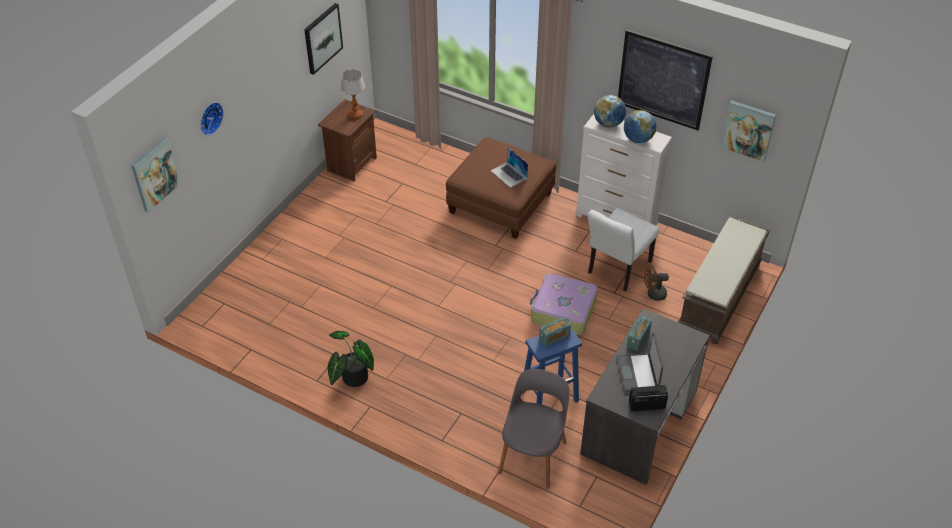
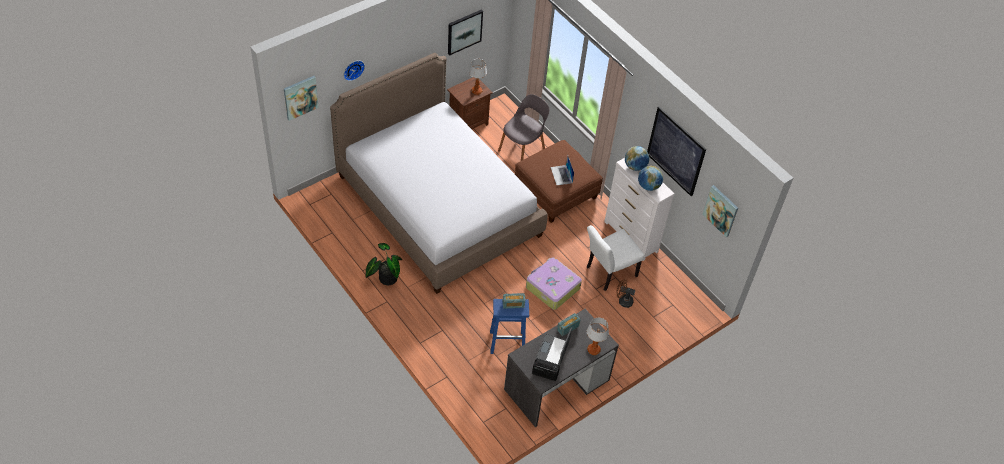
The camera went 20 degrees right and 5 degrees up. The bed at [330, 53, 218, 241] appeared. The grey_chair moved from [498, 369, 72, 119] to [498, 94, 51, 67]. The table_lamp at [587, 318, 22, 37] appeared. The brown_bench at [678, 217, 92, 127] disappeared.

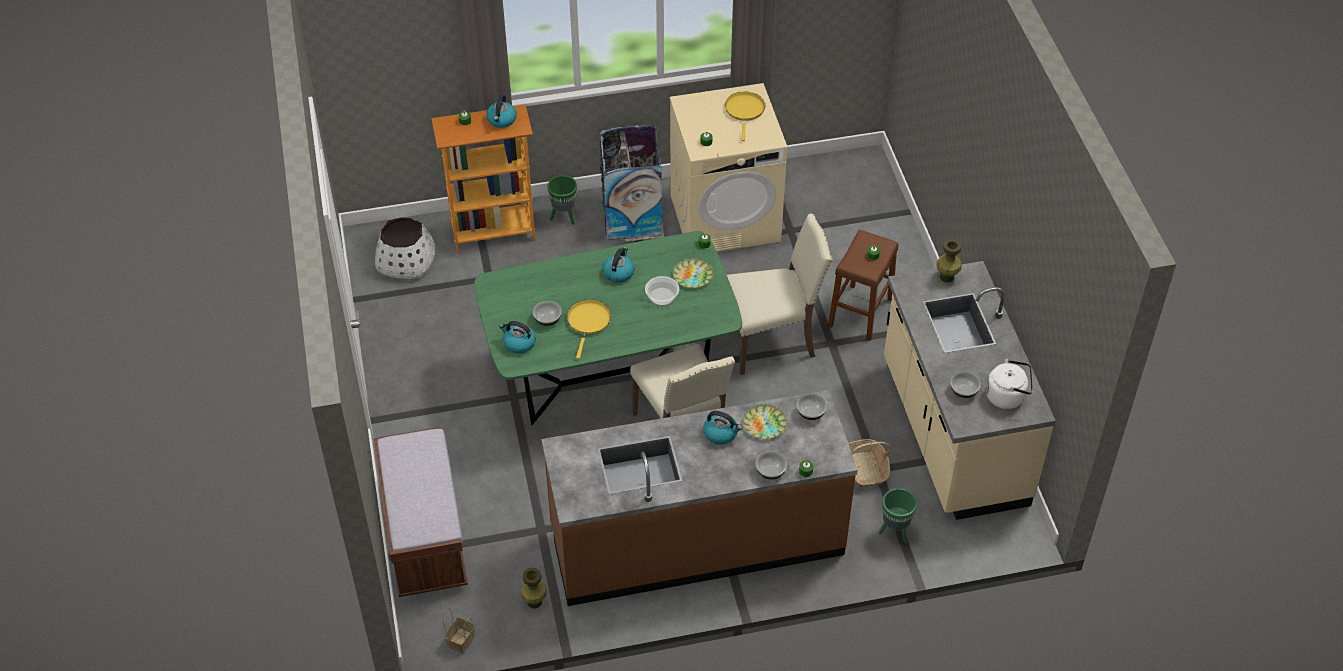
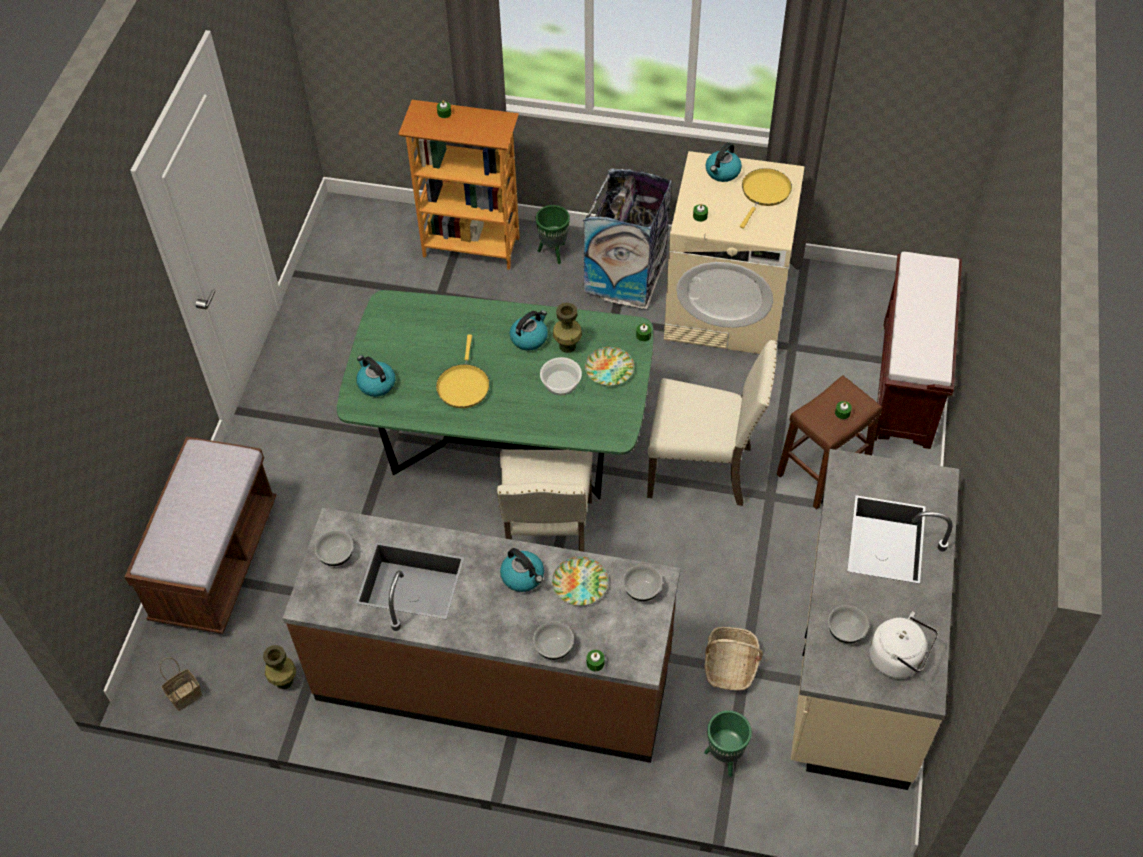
The camera went 25 degrees right and 5 degrees up. The bowl moved from [533, 301, 29, 25] to [315, 530, 39, 36]. The yellow_frying_pan at [567, 300, 44, 59] turned 150 degrees clockwise. The green_vase moved from [936, 239, 26, 43] to [553, 303, 29, 50]. The kettle moved from [486, 95, 31, 33] to [706, 143, 36, 39]. The brown_bench at [875, 252, 87, 197] appeared. The white_planter at [375, 217, 60, 62] disappeared.

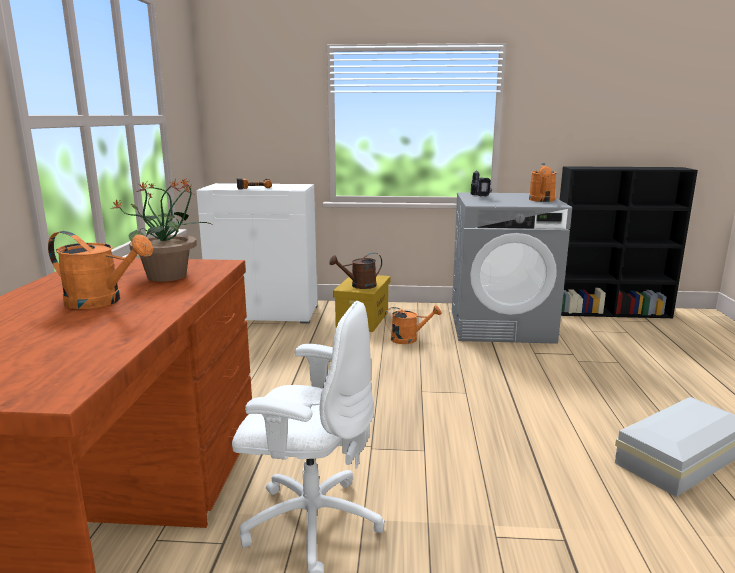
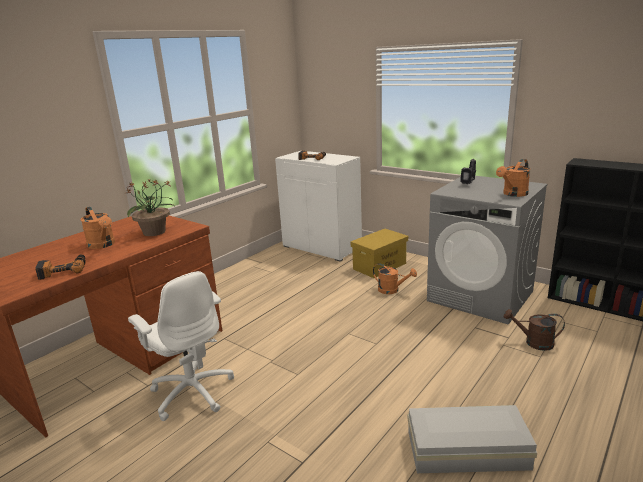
The camera went 35 degrees right and 5 degrees up. The power_drill at [35, 254, 51, 26] appeared. The brown_watering_can moved from [330, 253, 52, 36] to [504, 309, 61, 42].

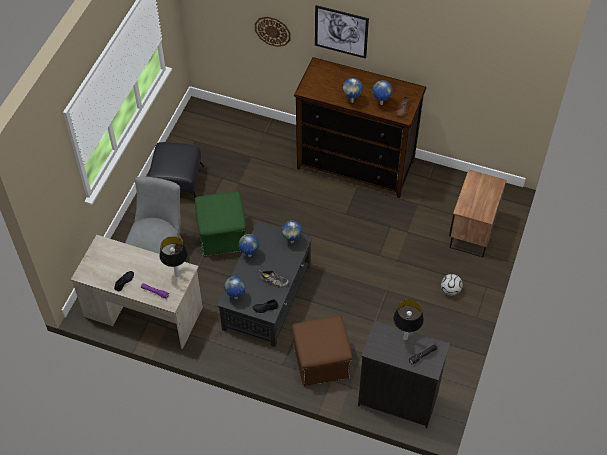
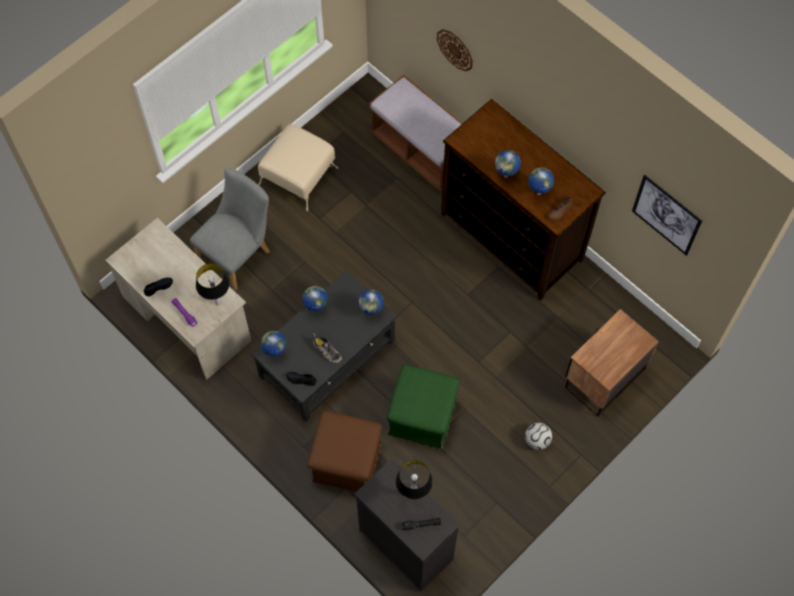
The camera went 25 degrees right and 10 degrees up. The black_ottoman at [148, 142, 56, 55] became the beige_ottoman at [258, 124, 81, 87]. The brown_bench at [369, 75, 94, 117] appeared. The green_ottoman moved from [195, 191, 51, 65] to [387, 365, 73, 85]. The picture moved from [315, 5, 54, 54] to [632, 174, 70, 82].

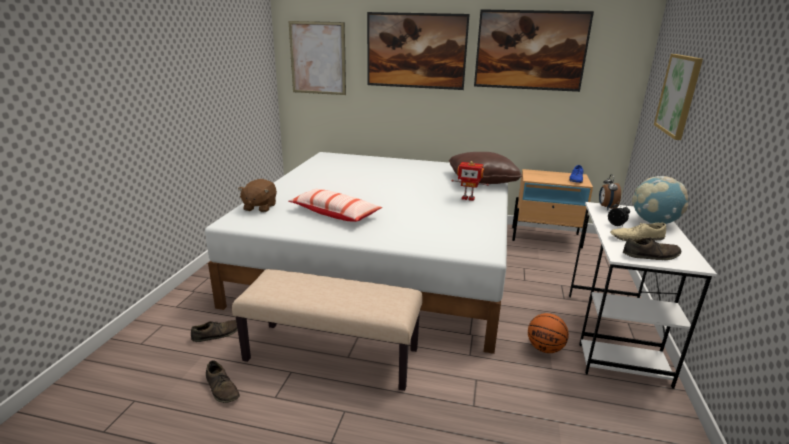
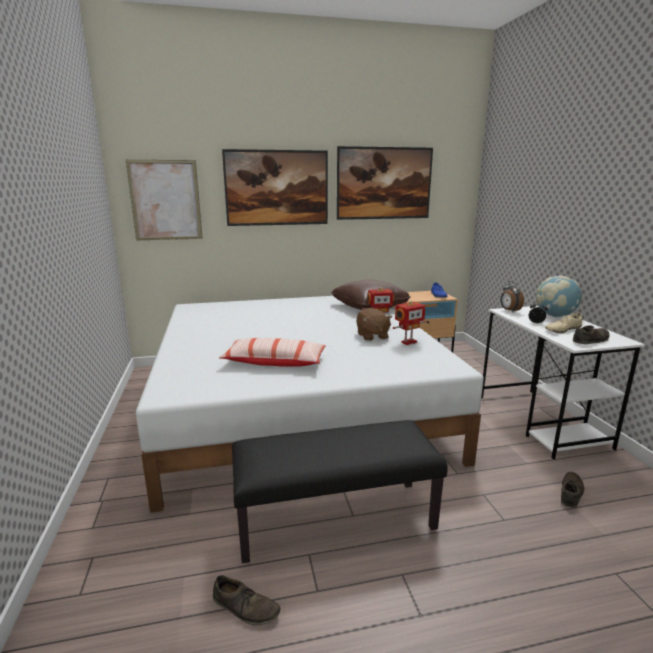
The camera went 25 degrees left and 5 degrees down. The beige_bench at [232, 269, 191, 122] became the black_bench at [232, 420, 216, 143]. The brown_plush_toy moved from [238, 179, 39, 33] to [356, 308, 36, 33]. The toy_robot at [393, 301, 32, 44] appeared. The brown_shoe moved from [191, 320, 47, 22] to [561, 472, 23, 36]. The basketball at [528, 313, 41, 40] disappeared. The picture at [654, 54, 49, 86] disappeared.

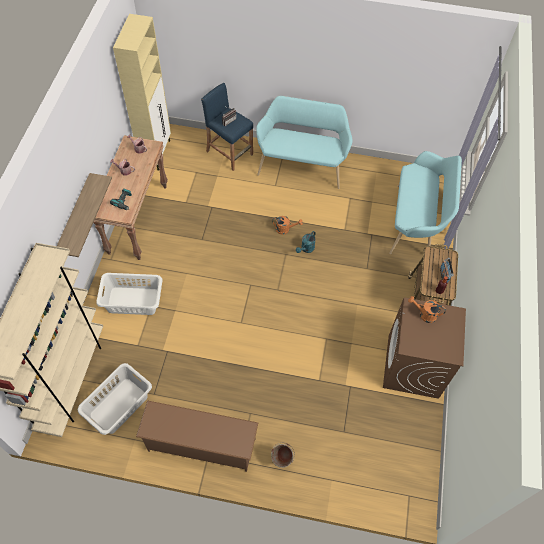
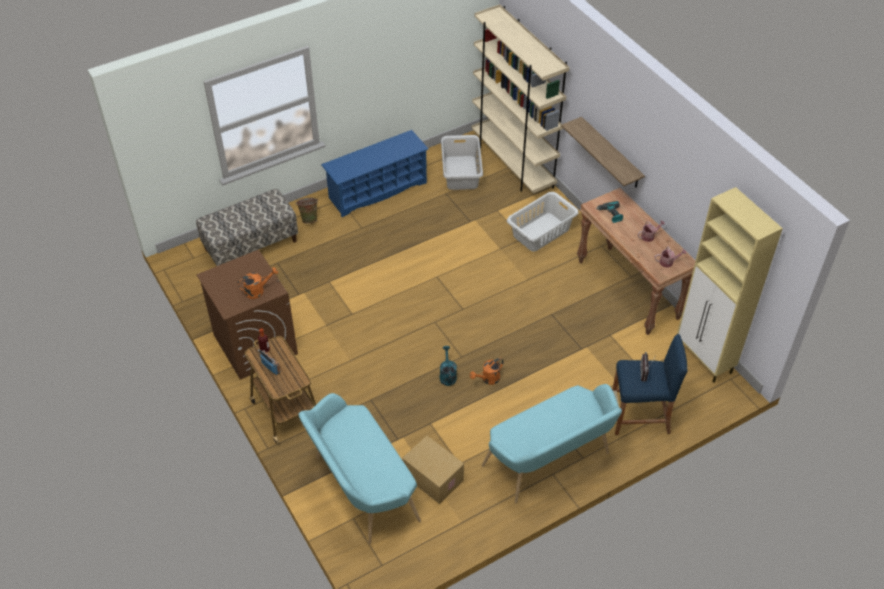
The camera went 140 degrees right and 10 degrees down. The bench at [196, 189, 102, 77] appeared. The brown_shoe_rack at [136, 400, 122, 72] became the blue_shoe_rack at [321, 130, 108, 87]. The cardboard_box at [402, 436, 62, 68] appeared.

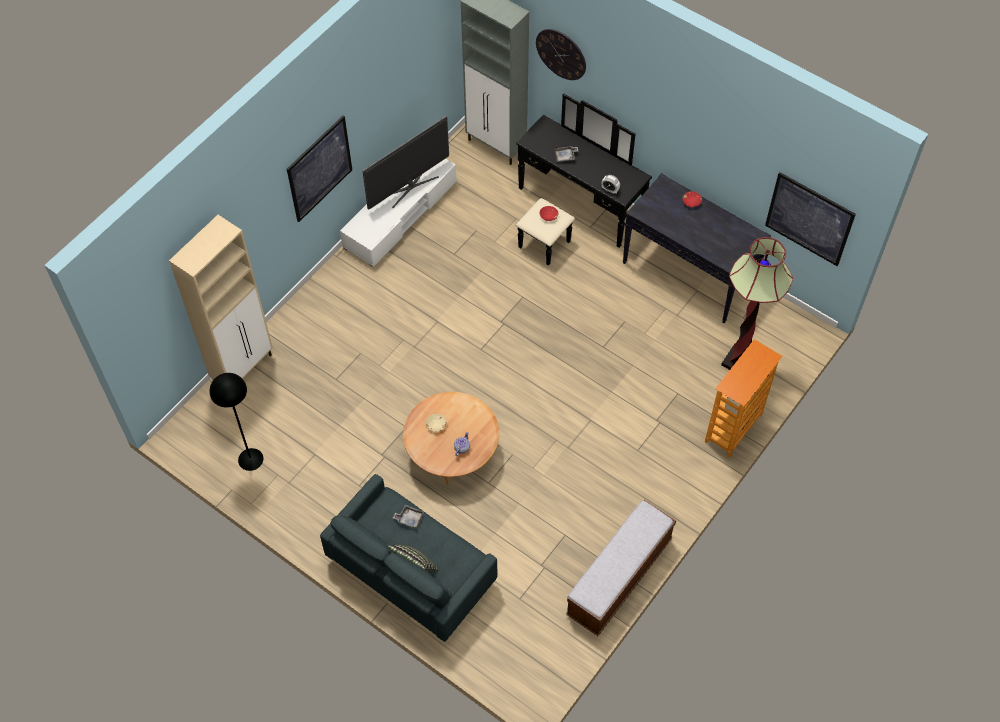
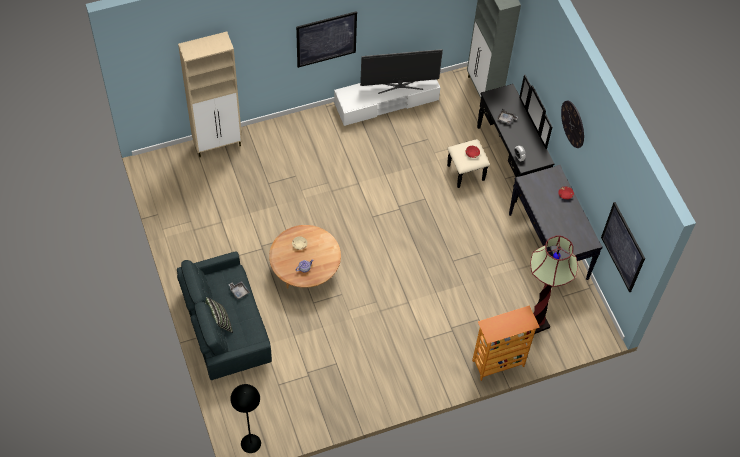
The camera went 30 degrees right and 0 degrees up. The black_floor_lamp moved from [209, 373, 54, 98] to [230, 384, 31, 69]. The wall_clock moved from [536, 29, 50, 51] to [561, 101, 23, 47]. The bench at [566, 500, 110, 136] disappeared.

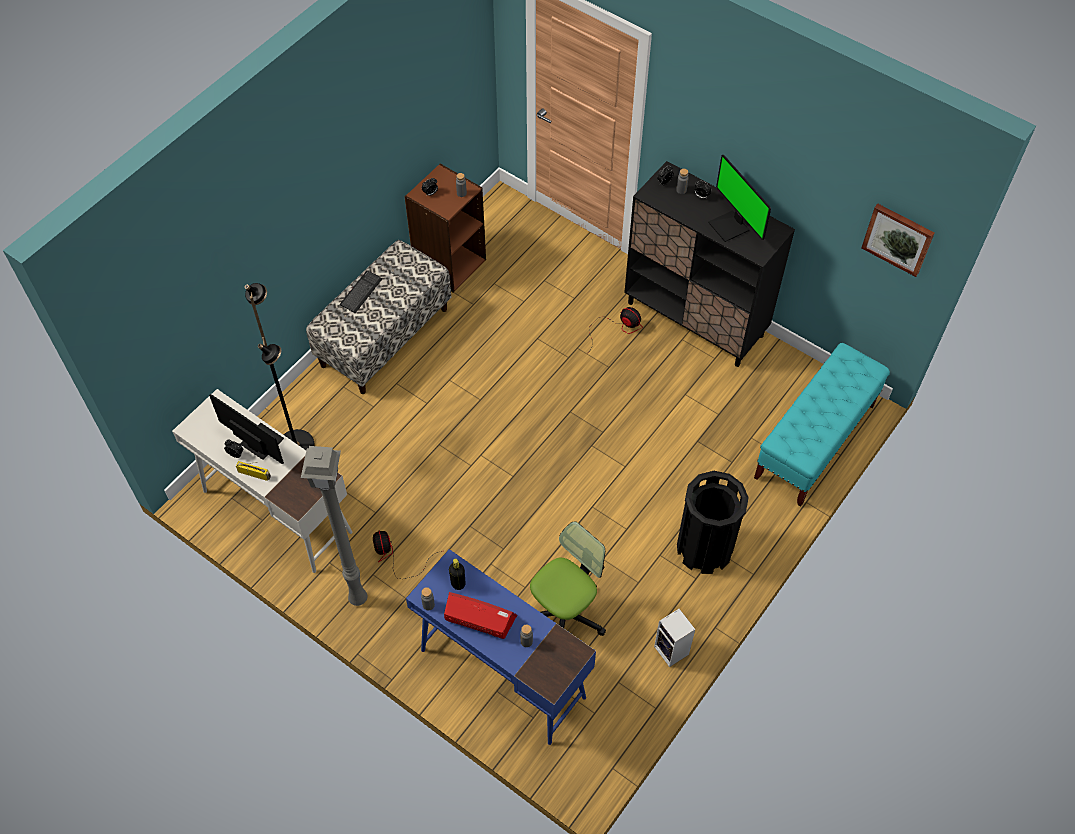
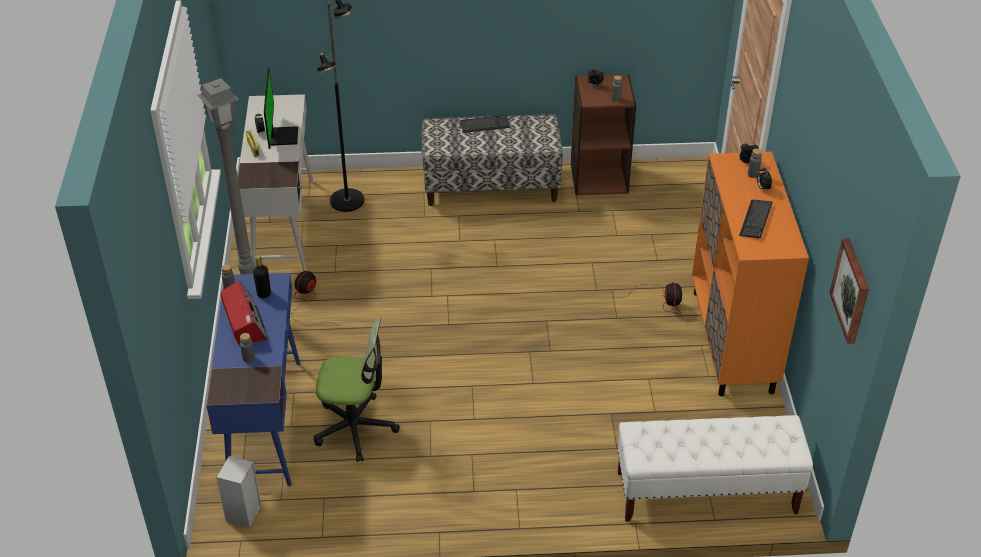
The camera went 50 degrees right and 15 degrees down. The speaker moved from [654, 609, 41, 58] to [216, 456, 45, 72]. The turquoise_bench at [754, 343, 136, 164] became the white_bench at [617, 415, 196, 107]. The black_cabinet at [624, 161, 171, 206] became the orange_cabinet at [692, 152, 117, 244]. The monitor at [708, 155, 63, 87] was replaced by the keyboard at [739, 200, 33, 39]. The black_trash_can at [677, 471, 72, 103] disappeared.

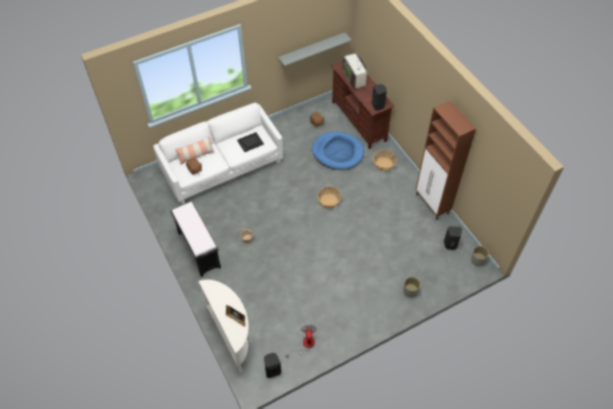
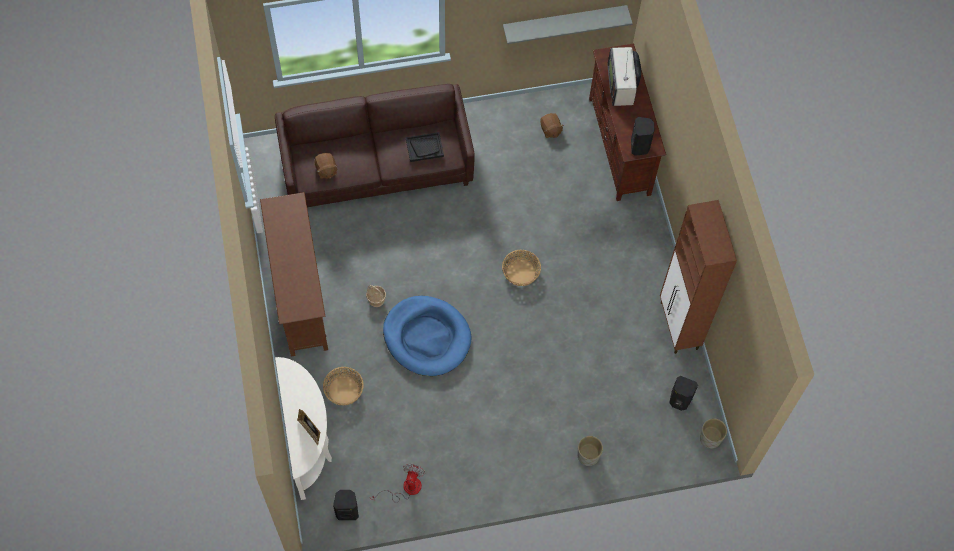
The camera went 15 degrees right and 10 degrees up. The black_bench at [170, 202, 51, 75] was replaced by the brown_tv_stand at [260, 192, 68, 165]. The white_sofa at [153, 103, 130, 101] became the brown_sofa at [275, 84, 200, 123]. The basket moved from [373, 150, 24, 21] to [323, 367, 41, 39]. The blue_dog_bed moved from [312, 132, 52, 38] to [383, 296, 88, 80]. The pillow at [175, 137, 39, 28] disappeared.

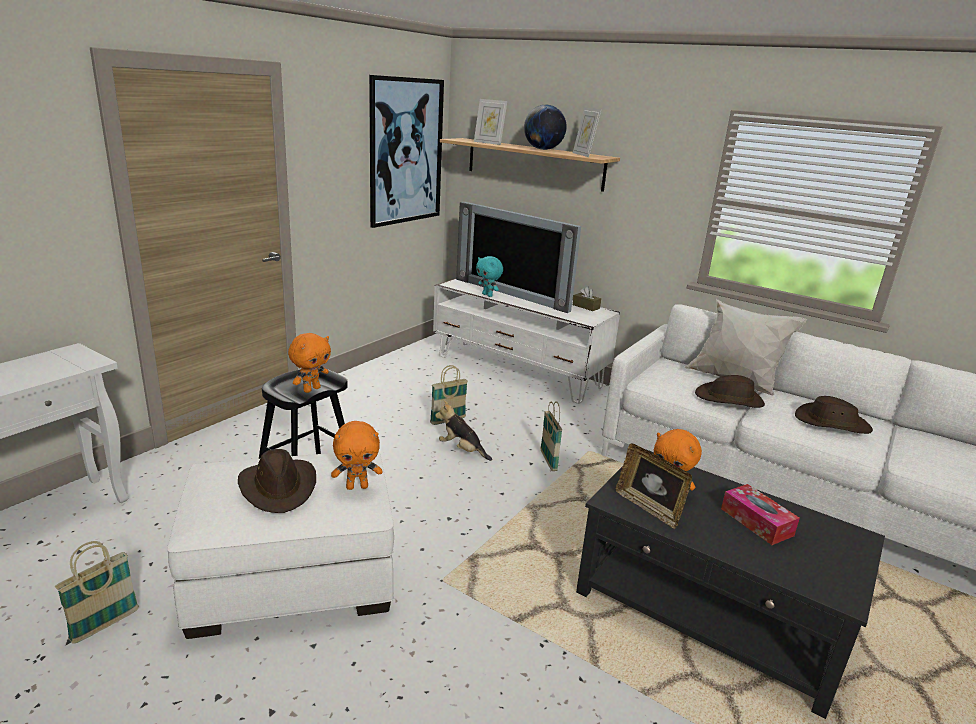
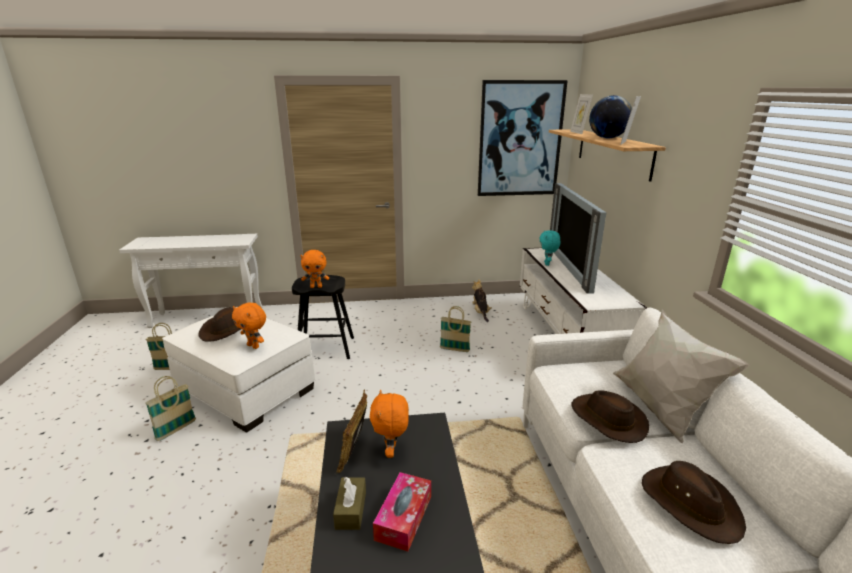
The camera went 50 degrees right and 0 degrees up. The basket moved from [541, 401, 21, 70] to [145, 376, 51, 65]. The brown_tissue_box moved from [573, 287, 28, 24] to [333, 477, 33, 53]. The plush_toy moved from [435, 400, 57, 61] to [472, 280, 20, 42].

